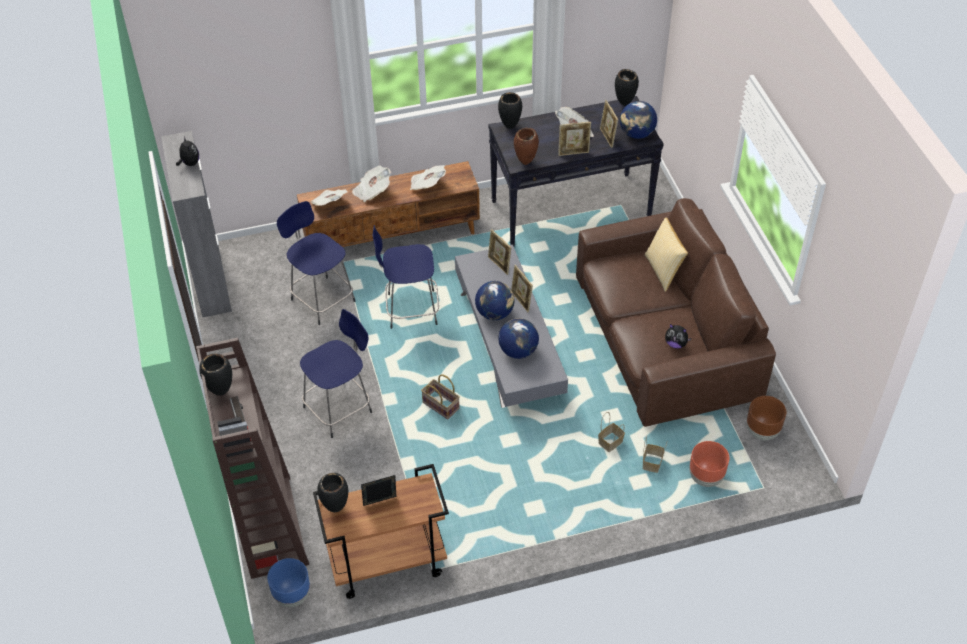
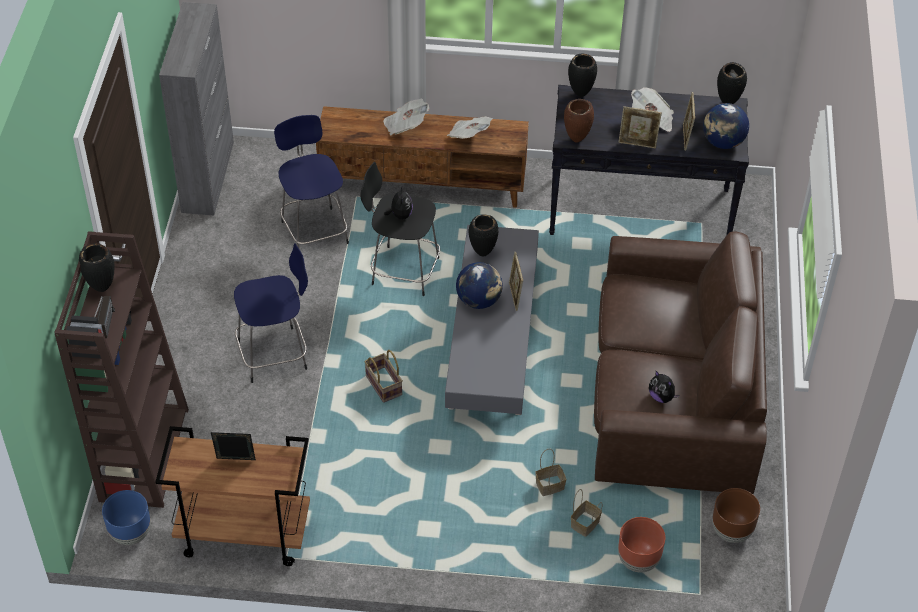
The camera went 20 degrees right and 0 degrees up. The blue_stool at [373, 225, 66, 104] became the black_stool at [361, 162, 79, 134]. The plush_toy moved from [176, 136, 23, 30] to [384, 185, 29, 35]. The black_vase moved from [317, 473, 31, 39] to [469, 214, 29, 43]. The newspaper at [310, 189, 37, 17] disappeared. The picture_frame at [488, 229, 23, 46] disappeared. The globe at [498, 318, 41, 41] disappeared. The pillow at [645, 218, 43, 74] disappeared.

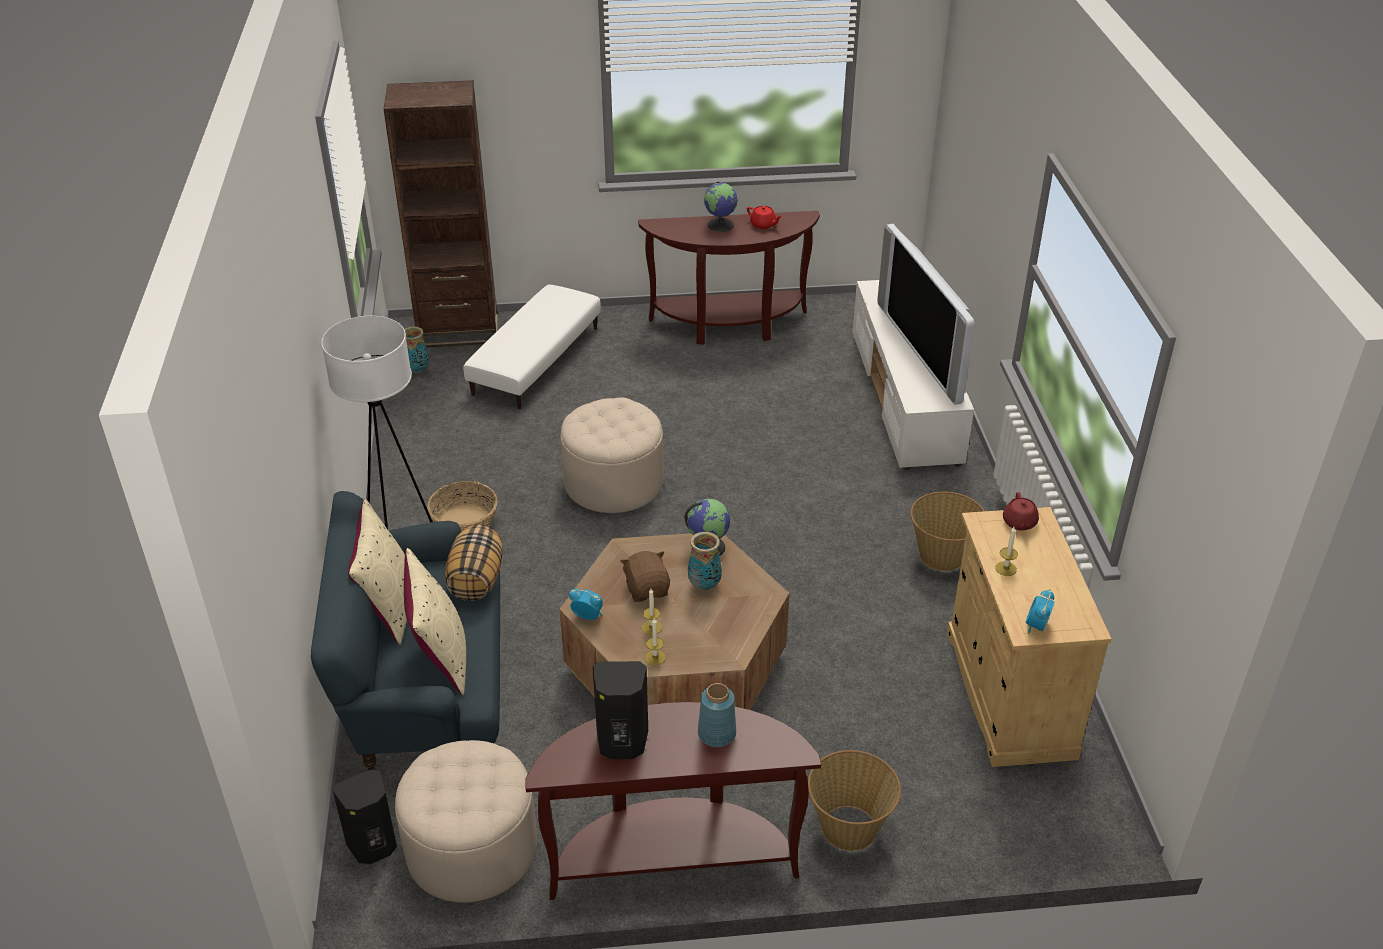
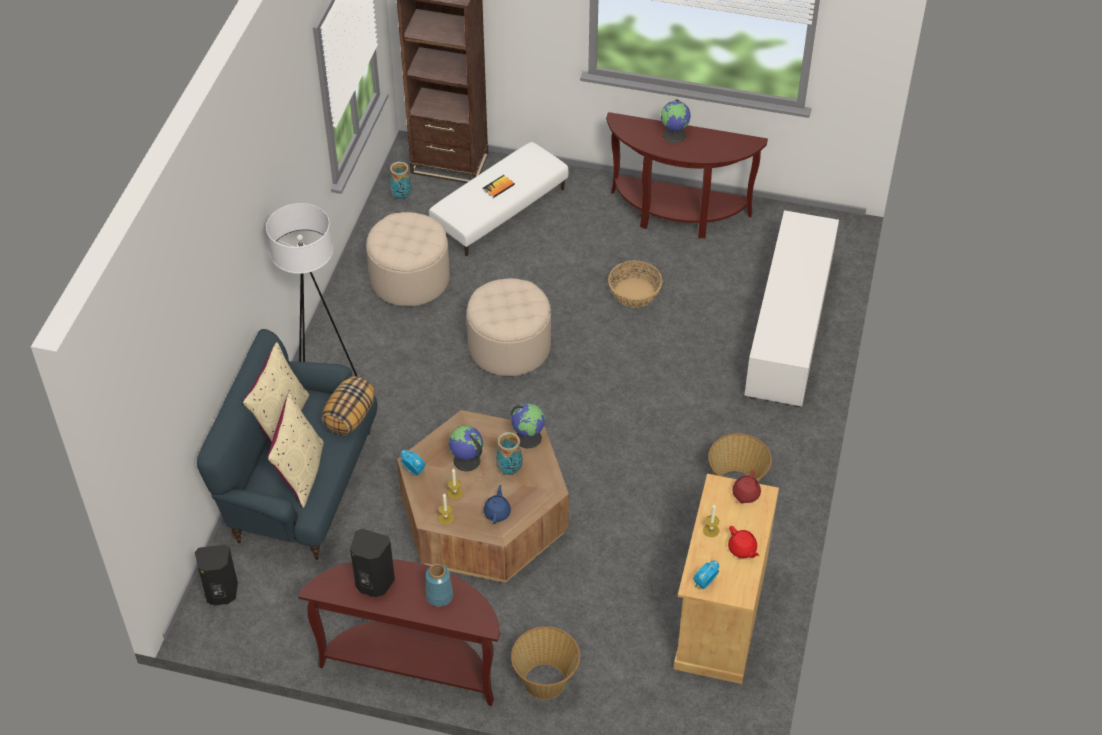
The camera went 20 degrees right and 10 degrees up. The beige_ottoman moved from [395, 740, 142, 163] to [366, 212, 84, 94]. The brown_plush_toy at [621, 551, 49, 51] was replaced by the globe at [449, 426, 34, 45]. The book at [483, 175, 32, 23] appeared. The blue_teapot at [484, 485, 27, 39] appeared. The basket moved from [427, 481, 71, 51] to [608, 261, 55, 47]. The red_teapot moved from [747, 206, 35, 23] to [728, 526, 31, 32]. The television at [877, 224, 97, 181] disappeared.

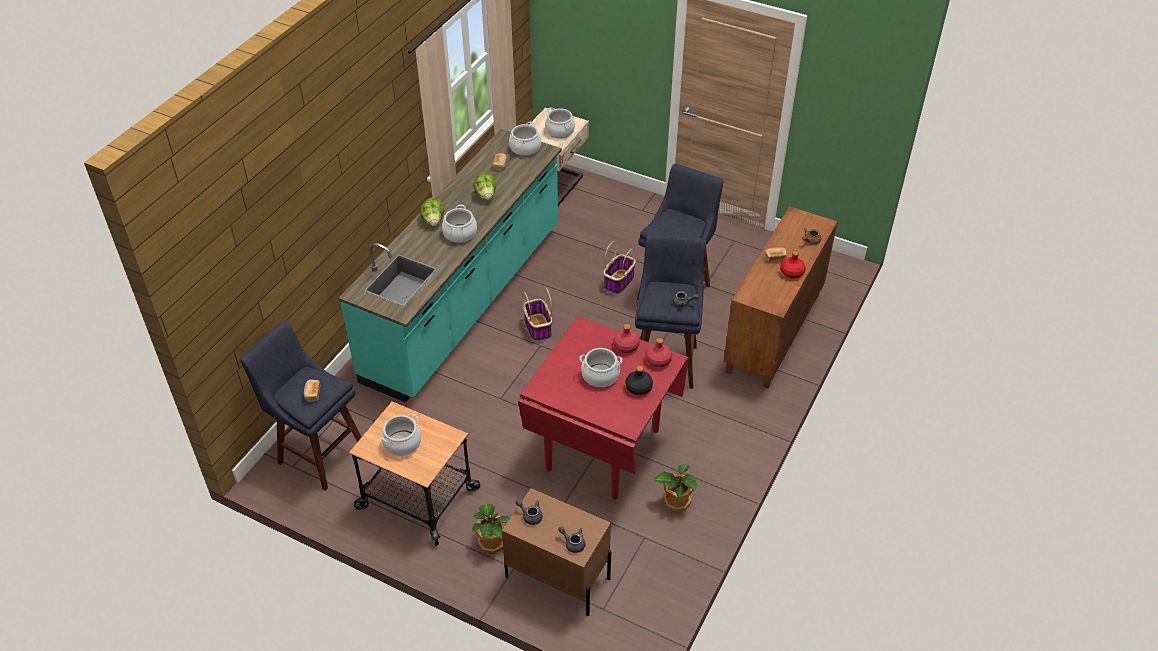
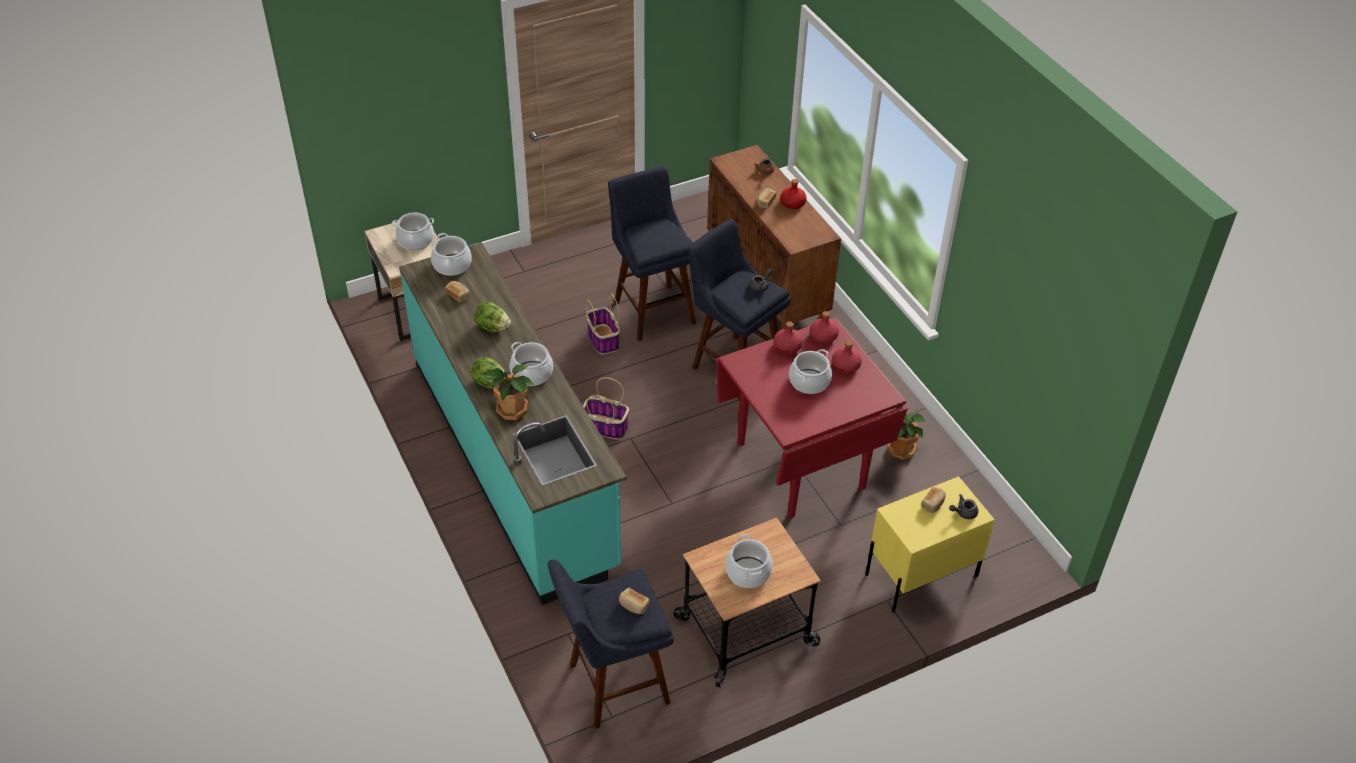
The camera went 55 degrees left and 0 degrees up. The potted_plant moved from [472, 504, 38, 50] to [484, 364, 49, 56]. The black_bottle at [625, 365, 28, 30] became the red_bottle at [832, 340, 30, 33]. The brown_nightstand at [502, 488, 109, 128] became the yellow_nightstand at [865, 476, 130, 136]. The bread at [921, 487, 25, 26] appeared. The grey_teapot at [516, 499, 27, 26] disappeared.

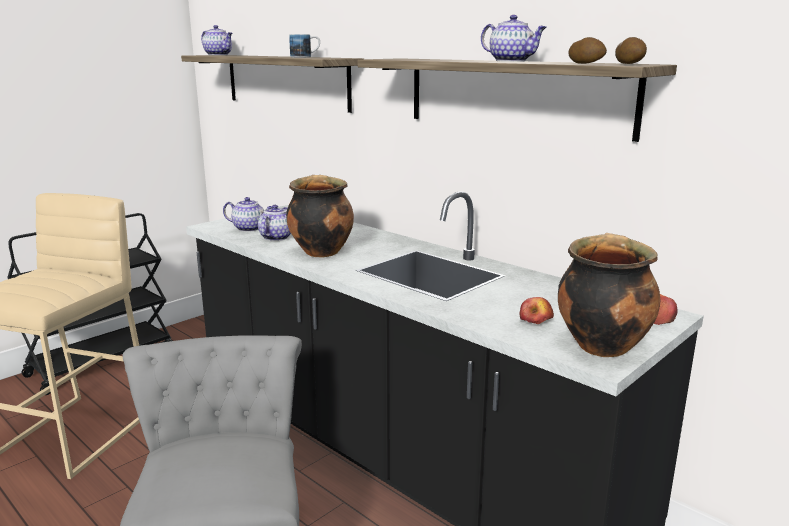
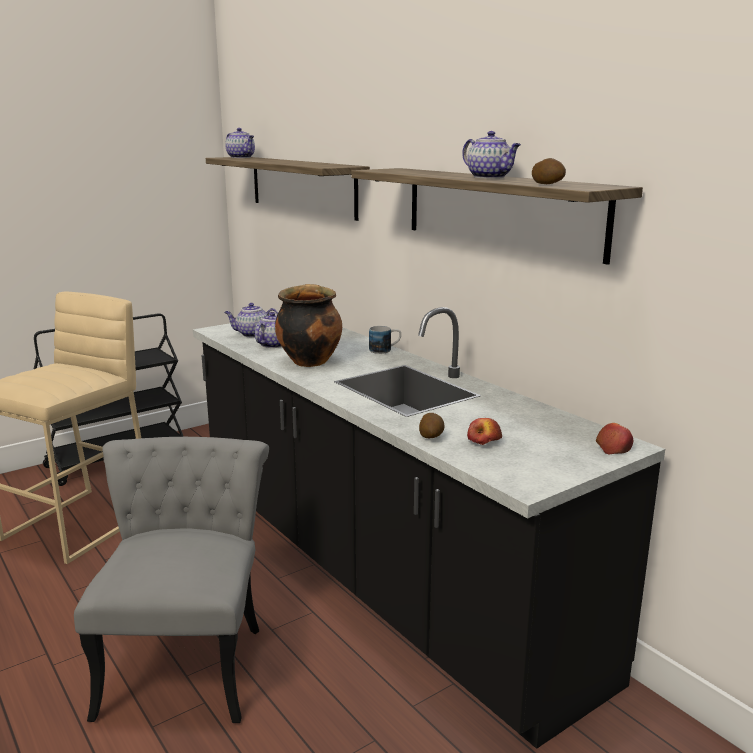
The camera went 10 degrees right and 0 degrees up. The teapot at [223, 197, 50, 35] turned 150 degrees clockwise. The mug moved from [289, 34, 31, 24] to [369, 326, 32, 28]. The potato moved from [615, 37, 32, 27] to [419, 413, 26, 25]. The cooking_pot at [558, 233, 102, 124] disappeared.

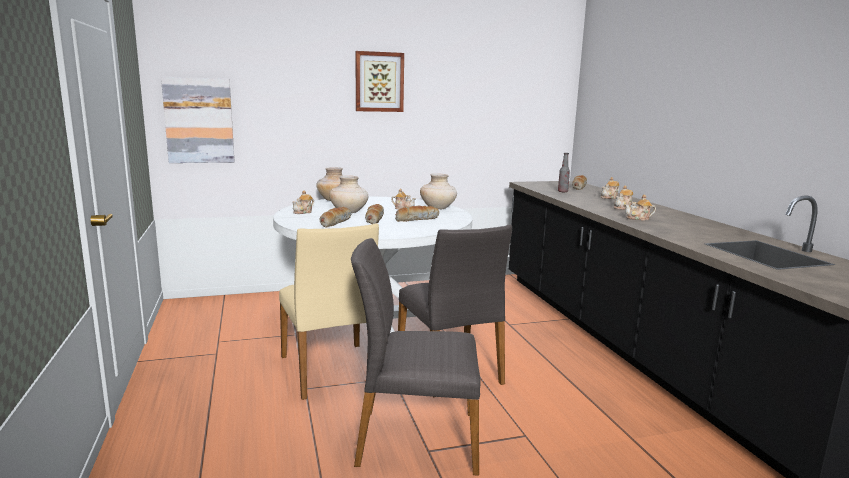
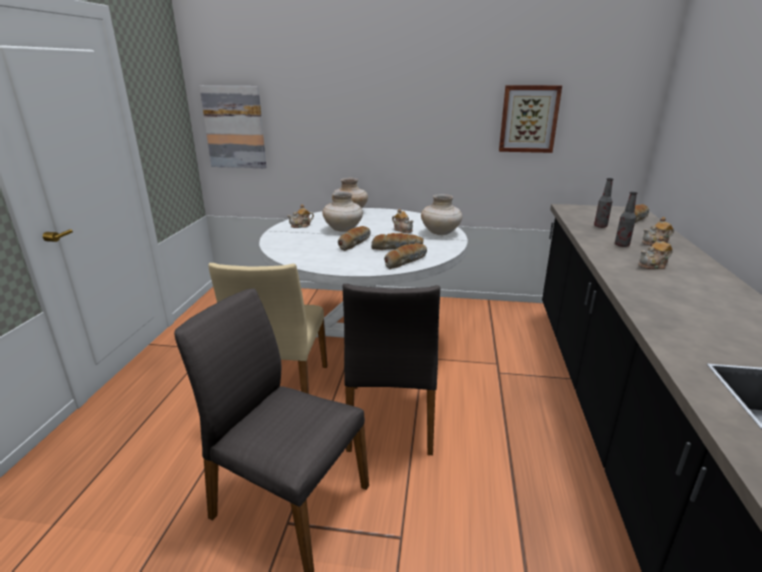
The camera went 25 degrees right and 10 degrees up. The bread moved from [320, 207, 31, 21] to [384, 243, 43, 26]. The picture moved from [355, 51, 49, 61] to [499, 85, 63, 68]. The bottle at [615, 192, 23, 55] appeared. The teapot at [624, 195, 32, 26] disappeared.

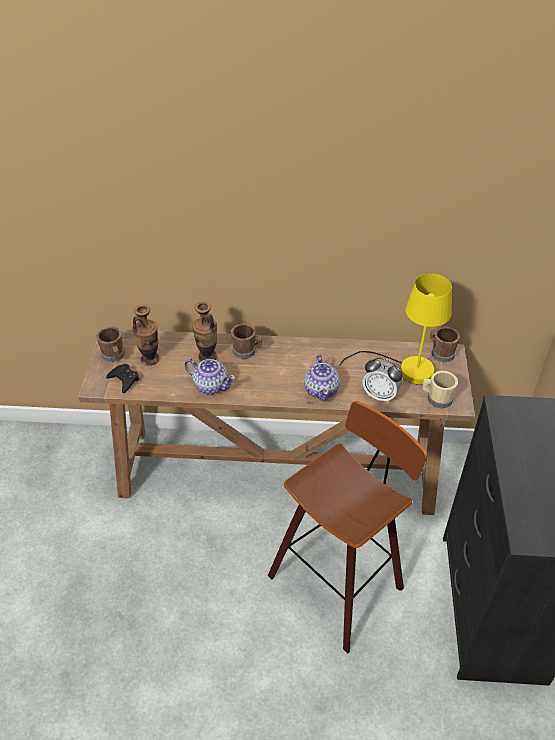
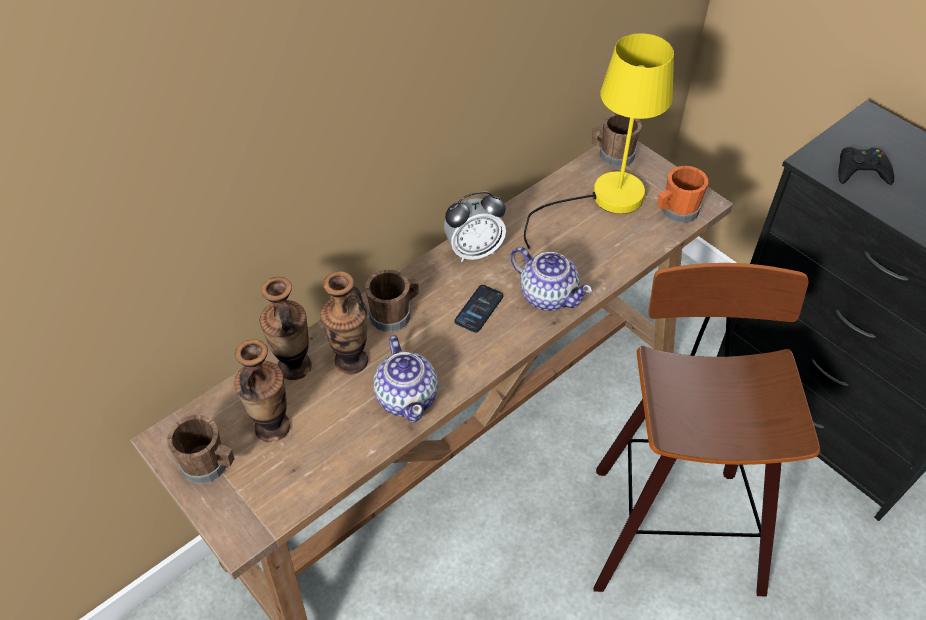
The camera went 45 degrees left and 5 degrees up. The vase at [260, 277, 52, 103] appeared. The teapot at [185, 359, 50, 36] turned 90 degrees clockwise. The alarm_clock moved from [363, 358, 40, 45] to [444, 191, 62, 71]. The phone at [455, 285, 48, 48] appeared. The beige_mug at [422, 371, 36, 38] became the orange_mug at [657, 166, 51, 57]. The black_game_controller moved from [106, 364, 33, 29] to [838, 147, 56, 38].

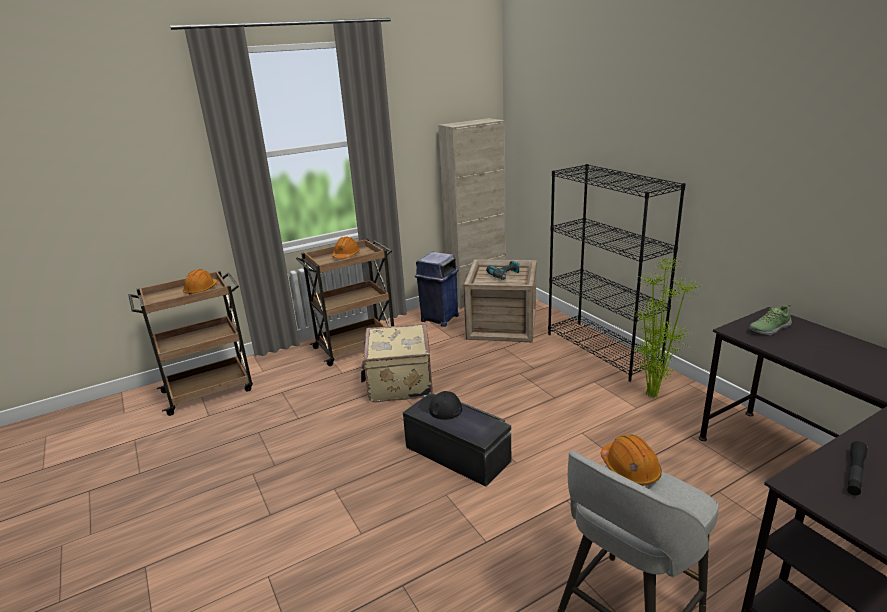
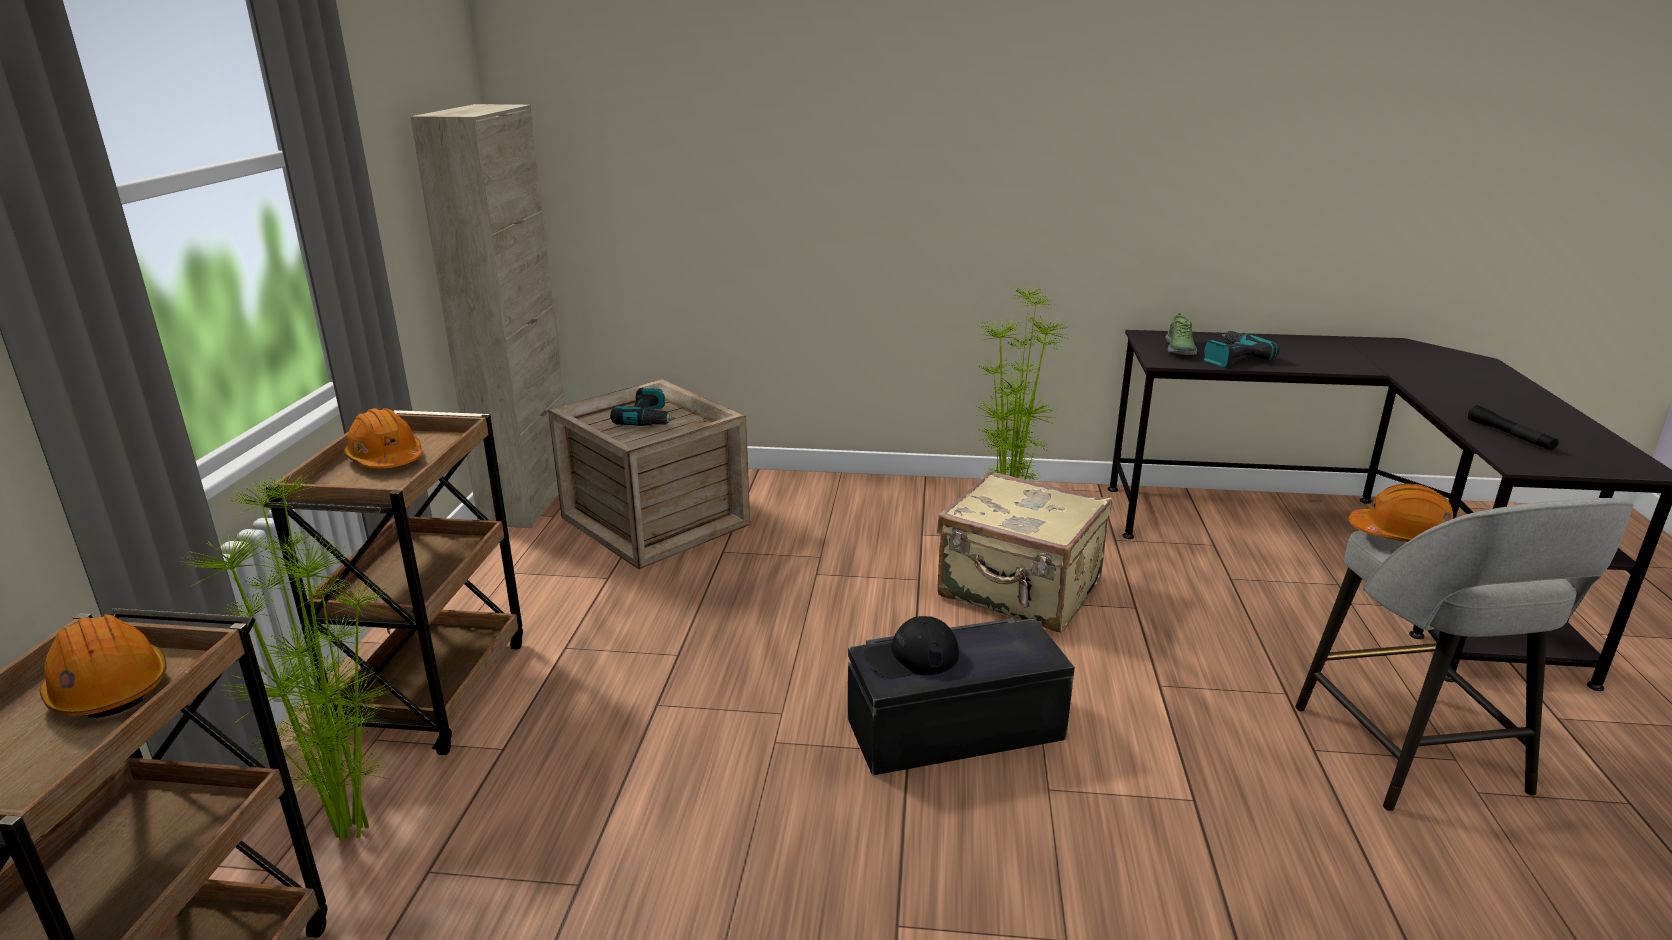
The camera went 55 degrees left and 0 degrees up. The potted_plant at [183, 472, 211, 369] appeared. The beige_suitcase moved from [361, 323, 72, 79] to [937, 471, 175, 161]. The power_drill at [1204, 331, 76, 37] appeared. The blue_trash_can at [415, 252, 44, 75] disappeared. The black_bookcase at [548, 164, 138, 218] disappeared.

